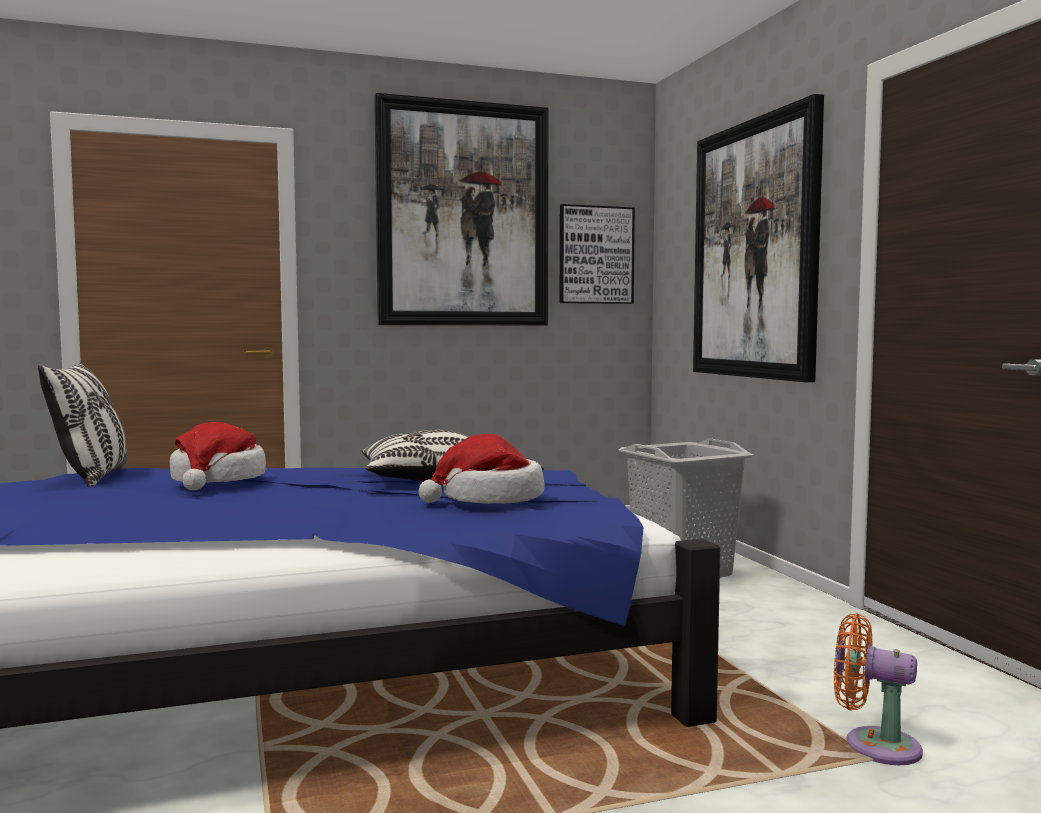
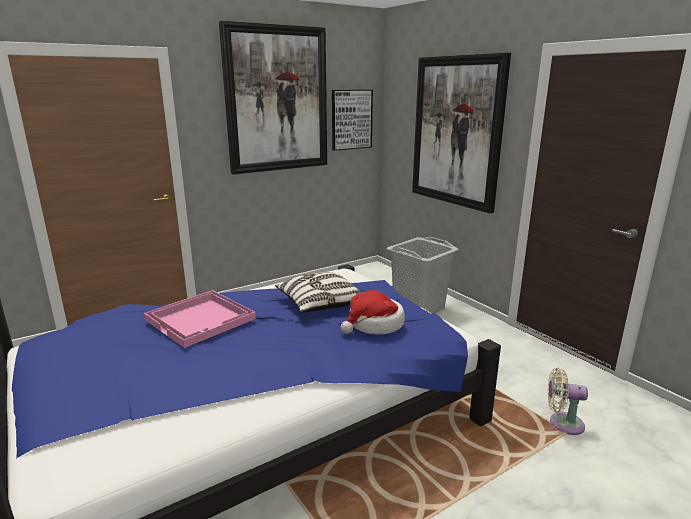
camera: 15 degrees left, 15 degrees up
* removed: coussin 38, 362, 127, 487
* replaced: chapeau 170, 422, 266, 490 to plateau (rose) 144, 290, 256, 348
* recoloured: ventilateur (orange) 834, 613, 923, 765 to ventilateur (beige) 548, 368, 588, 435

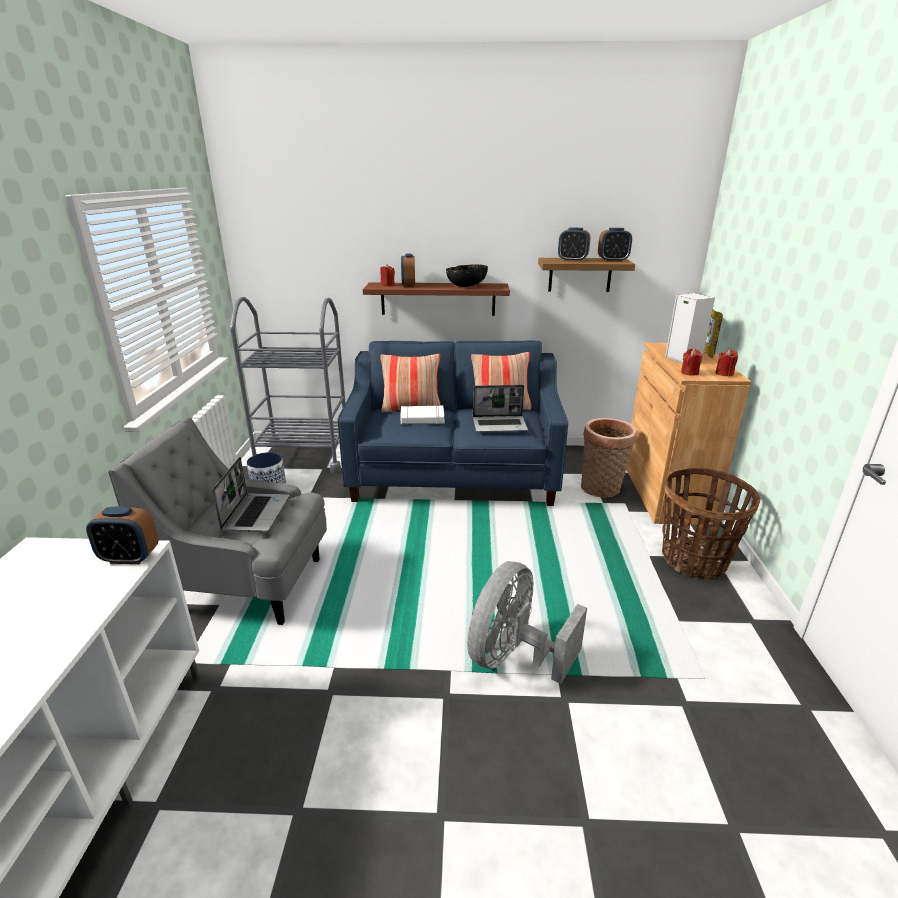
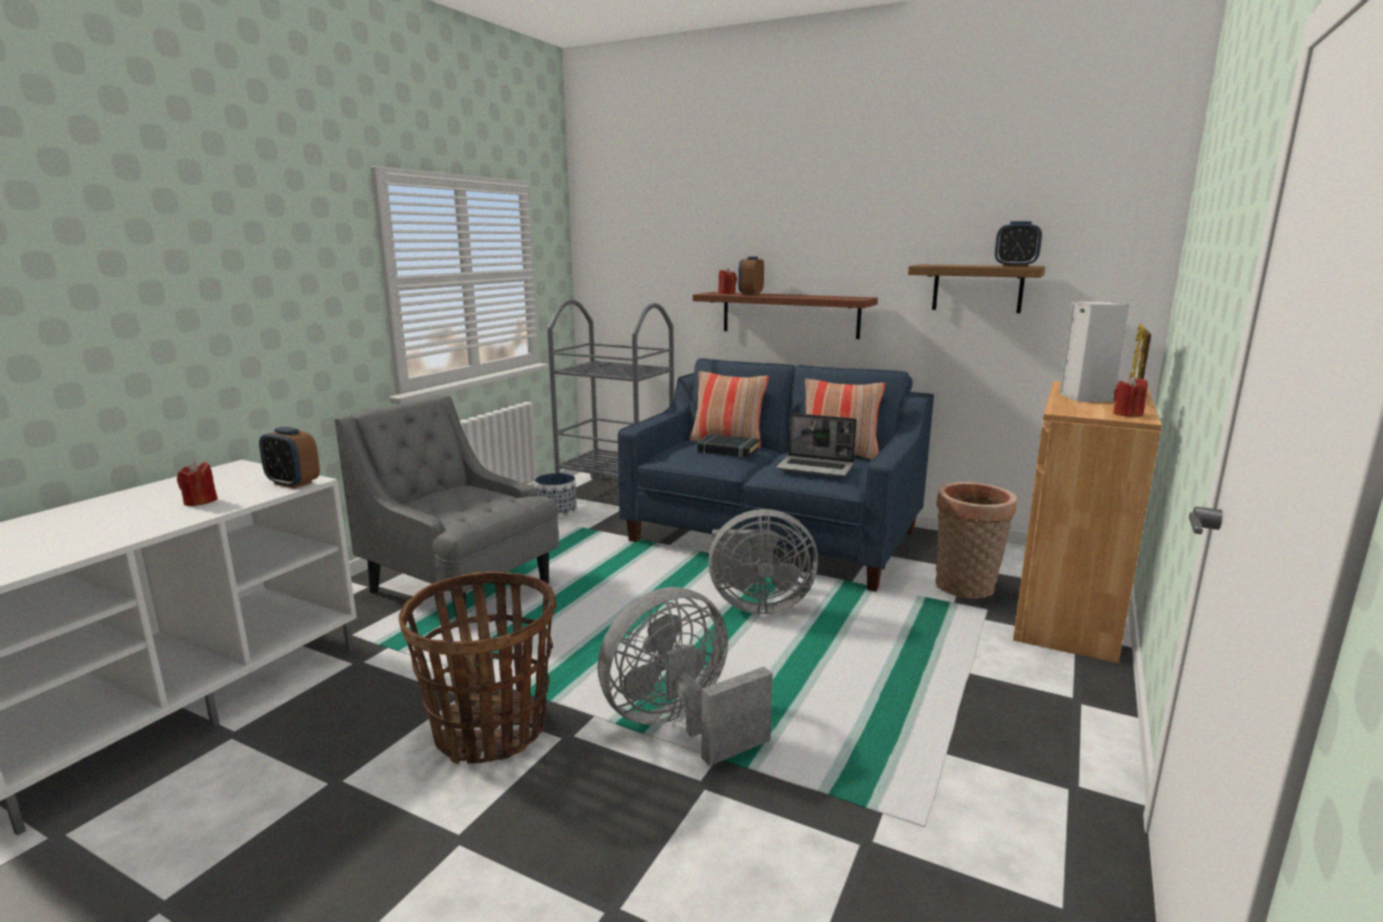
camera: 25 degrees right, 10 degrees down
* removed: ordinateur portable 212, 457, 289, 532
* recoloured: livre (blanc) 400, 406, 444, 425 to livre (noir) 697, 434, 760, 458
* removed: bol (noir) 446, 264, 488, 287
* removed: réveil 558, 227, 590, 262
* moved: panier 662, 468, 760, 580 to 399, 572, 557, 764
* moved: bougie (rouge) 681, 349, 702, 376 to 177, 462, 218, 506
* added: ventilateur (gris) 708, 509, 818, 614

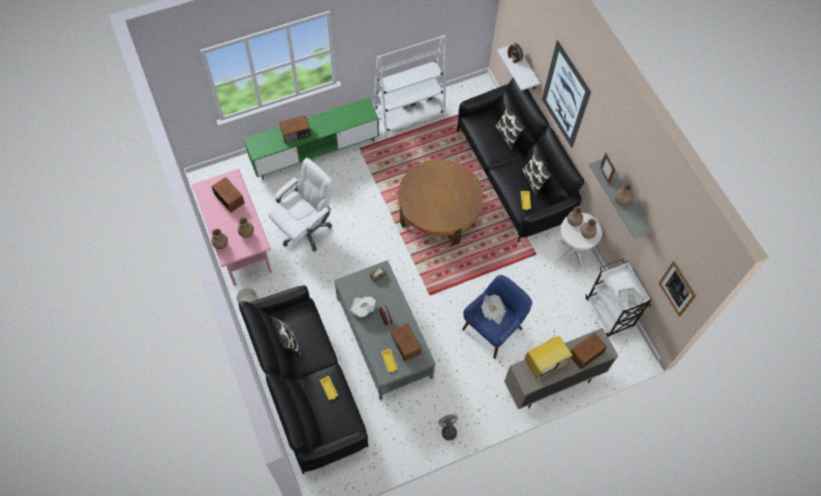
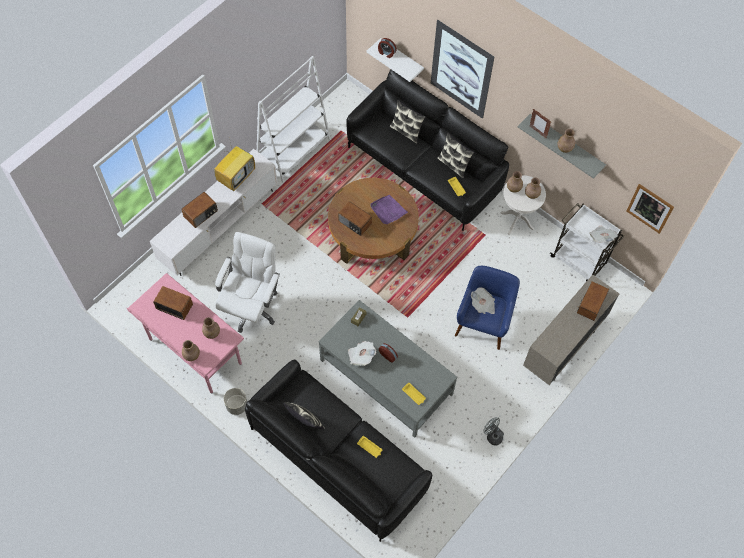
camera: 25 degrees left, 0 degrees up
* recoloured: meuble télé (vert) 244, 98, 379, 180 to meuble télé (blanc) 150, 149, 278, 276
* moved: radio 391, 323, 421, 362 to 338, 201, 372, 236
* moved: téléviseur 525, 330, 572, 380 to 214, 142, 255, 191
* added: plateau (violet) 370, 195, 408, 224

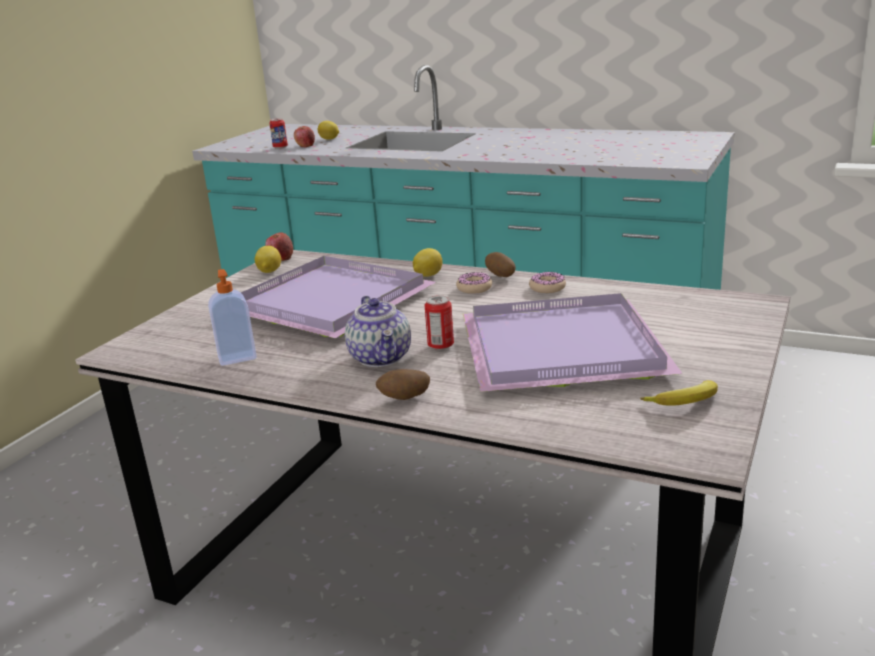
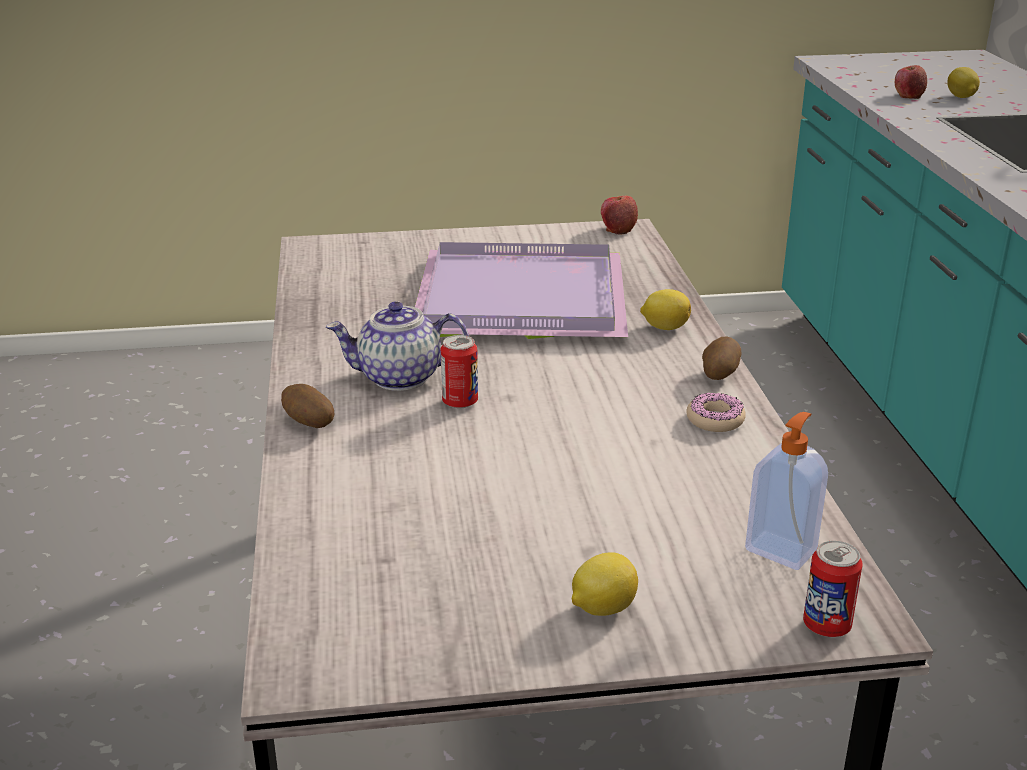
camera: 55 degrees right, 5 degrees up
* moved: distributeur de savon 208, 269, 257, 366 to 745, 412, 828, 570
* moved: citron 255, 246, 281, 273 to 572, 552, 638, 616
* moved: boîte métallique 269, 118, 288, 149 to 803, 541, 863, 637
* turned: théière 345, 296, 411, 367 = 326, 301, 469, 391 45 degrees clockwise
* removed: beignet 456, 272, 492, 294
* removed: plateau (violet) 463, 293, 683, 392
* removed: banane 640, 380, 718, 406

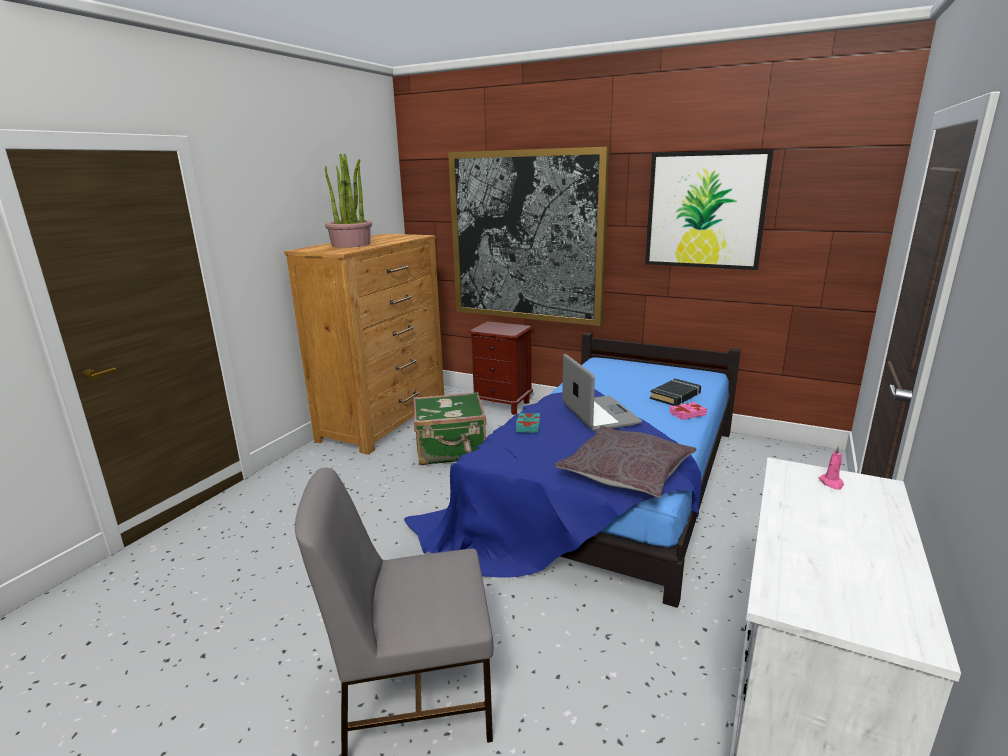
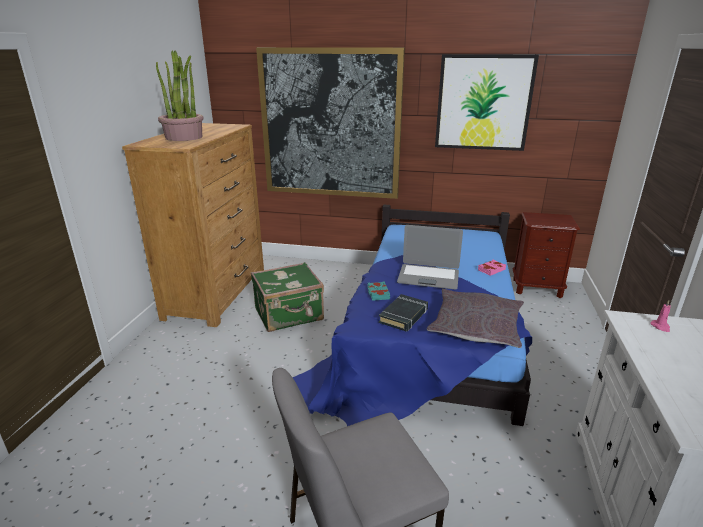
camera: 15 degrees left, 5 degrees up
* moved: table de chevet (marron) 469, 321, 533, 415 to 513, 212, 580, 298
* turned: ordinateur portable 562, 354, 642, 431 = 397, 225, 463, 290 135 degrees clockwise
* moved: livre (noir) 650, 379, 701, 406 to 379, 294, 428, 332

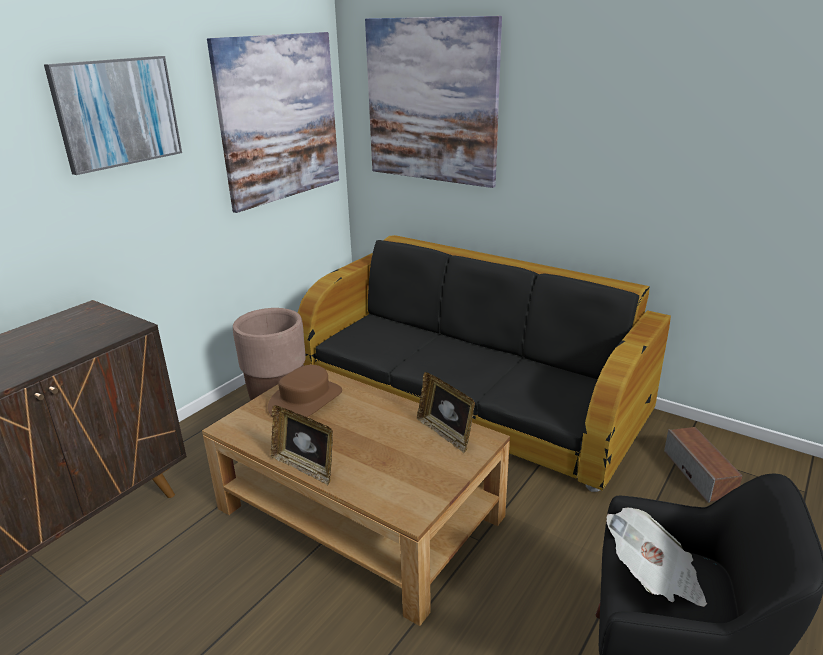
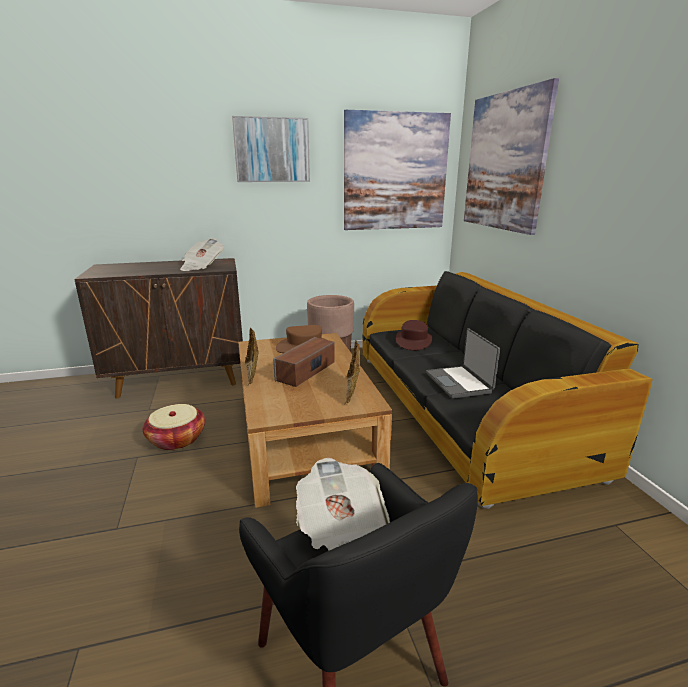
camera: 40 degrees right, 5 degrees down
* moved: enceinte 664, 427, 743, 503 to 273, 337, 335, 387
* added: panier 143, 404, 205, 450
* added: journal 180, 239, 224, 271
* added: chapeau (marron) 396, 320, 432, 350
* added: ordinateur portable 426, 328, 500, 399

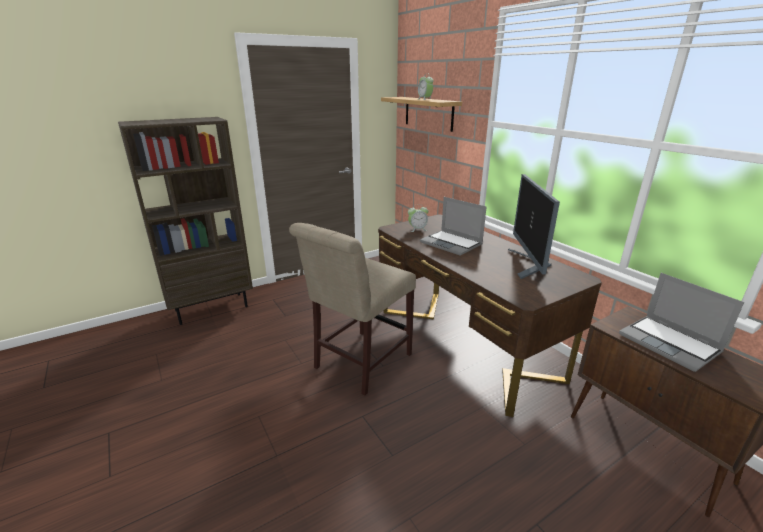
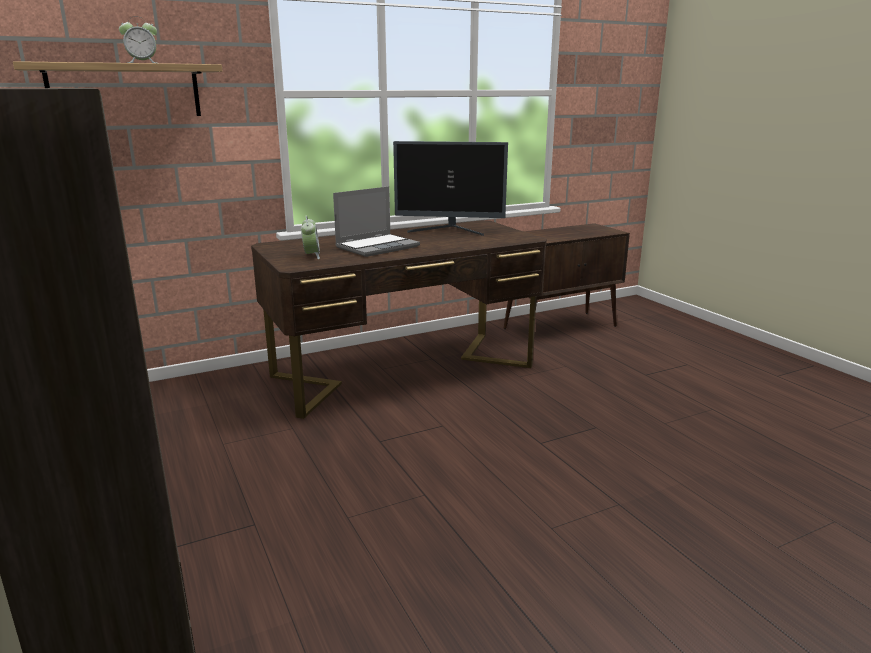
camera: 85 degrees left, 5 degrees down
* removed: chaise (beige) 289, 223, 416, 396
* removed: ordinateur portable 619, 273, 744, 372

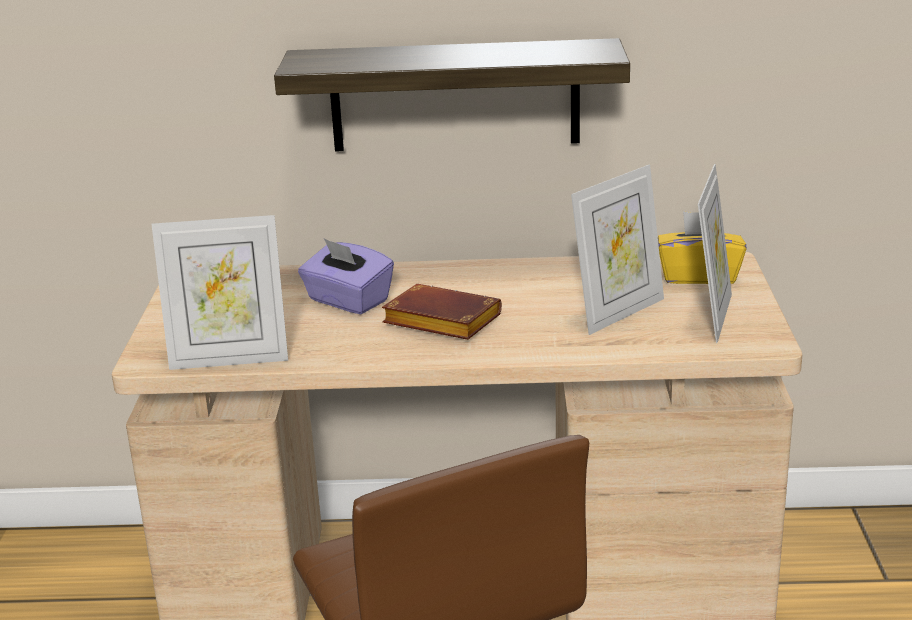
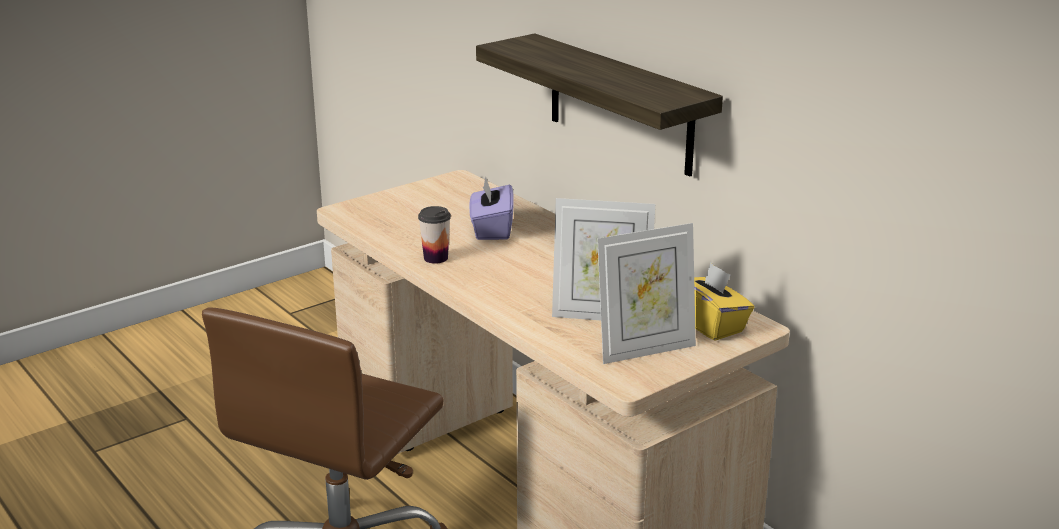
camera: 50 degrees right, 0 degrees up
* removed: cadre photo 151, 215, 288, 370
* removed: livre (marron) 382, 284, 502, 340
* added: tasse 418, 206, 451, 264

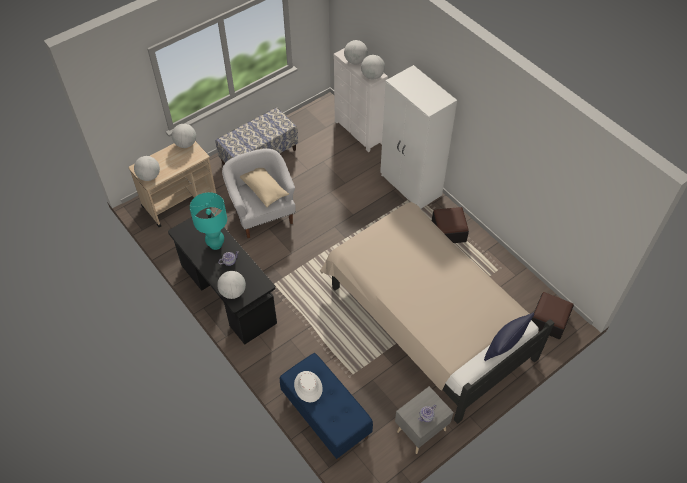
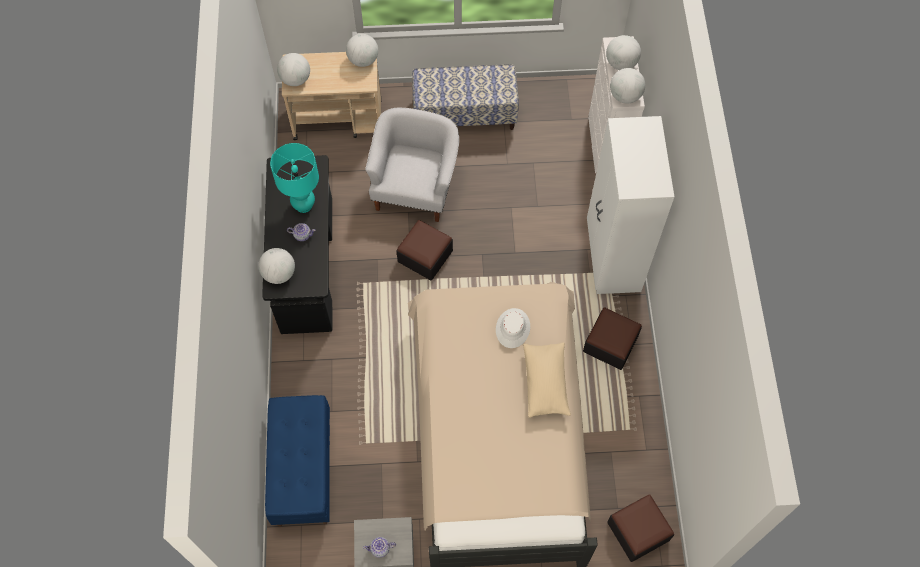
camera: 35 degrees right, 10 degrees up
* moved: coussin (beige) 240, 168, 289, 207 to 523, 342, 571, 418
* moved: chapeau (blanc) 294, 371, 323, 402 to 496, 308, 530, 348
* removed: coussin (bleu) 484, 313, 534, 361
* added: pouf 396, 220, 453, 280

